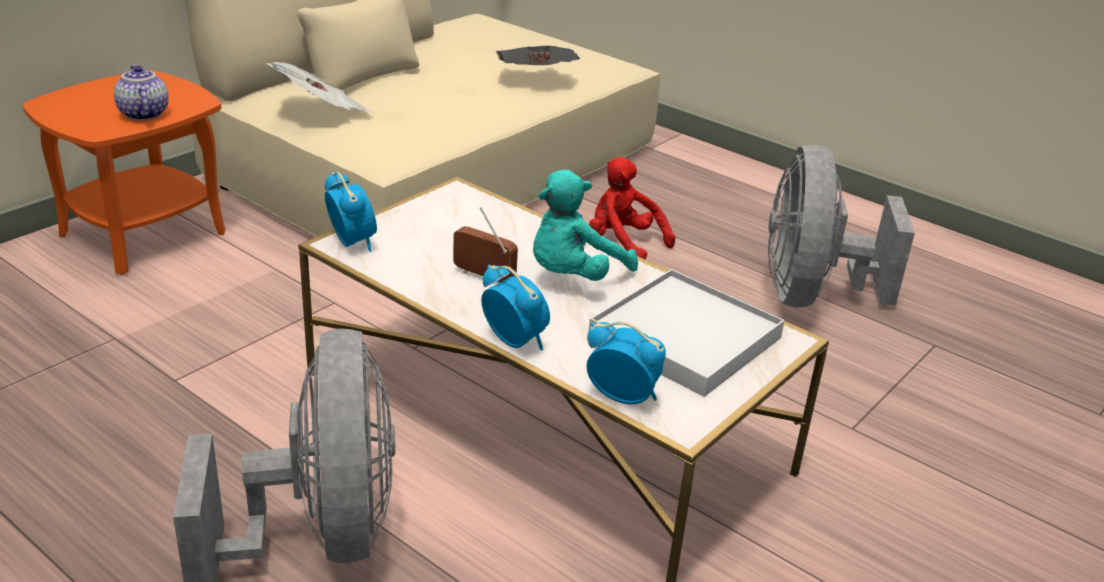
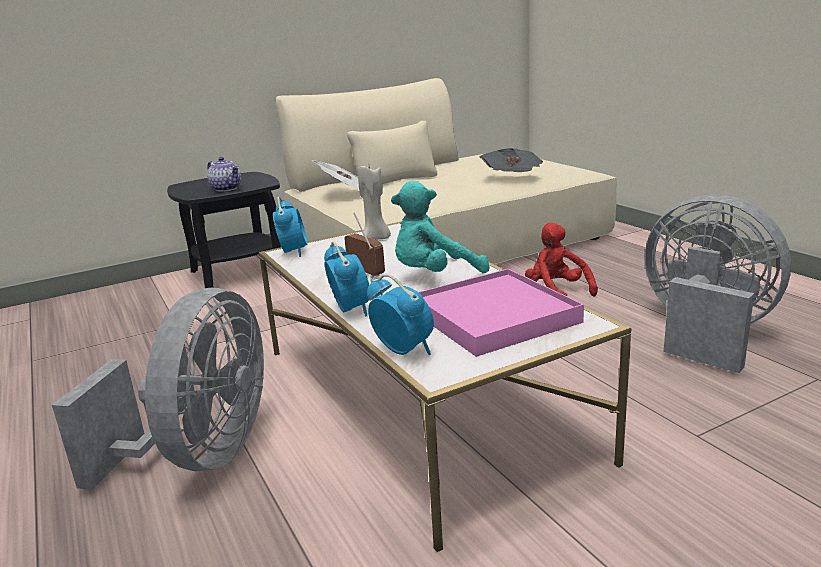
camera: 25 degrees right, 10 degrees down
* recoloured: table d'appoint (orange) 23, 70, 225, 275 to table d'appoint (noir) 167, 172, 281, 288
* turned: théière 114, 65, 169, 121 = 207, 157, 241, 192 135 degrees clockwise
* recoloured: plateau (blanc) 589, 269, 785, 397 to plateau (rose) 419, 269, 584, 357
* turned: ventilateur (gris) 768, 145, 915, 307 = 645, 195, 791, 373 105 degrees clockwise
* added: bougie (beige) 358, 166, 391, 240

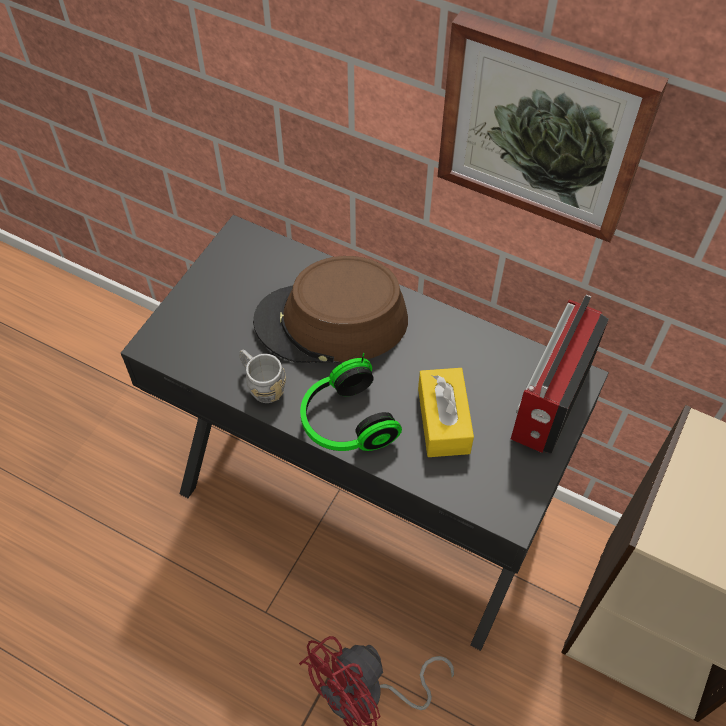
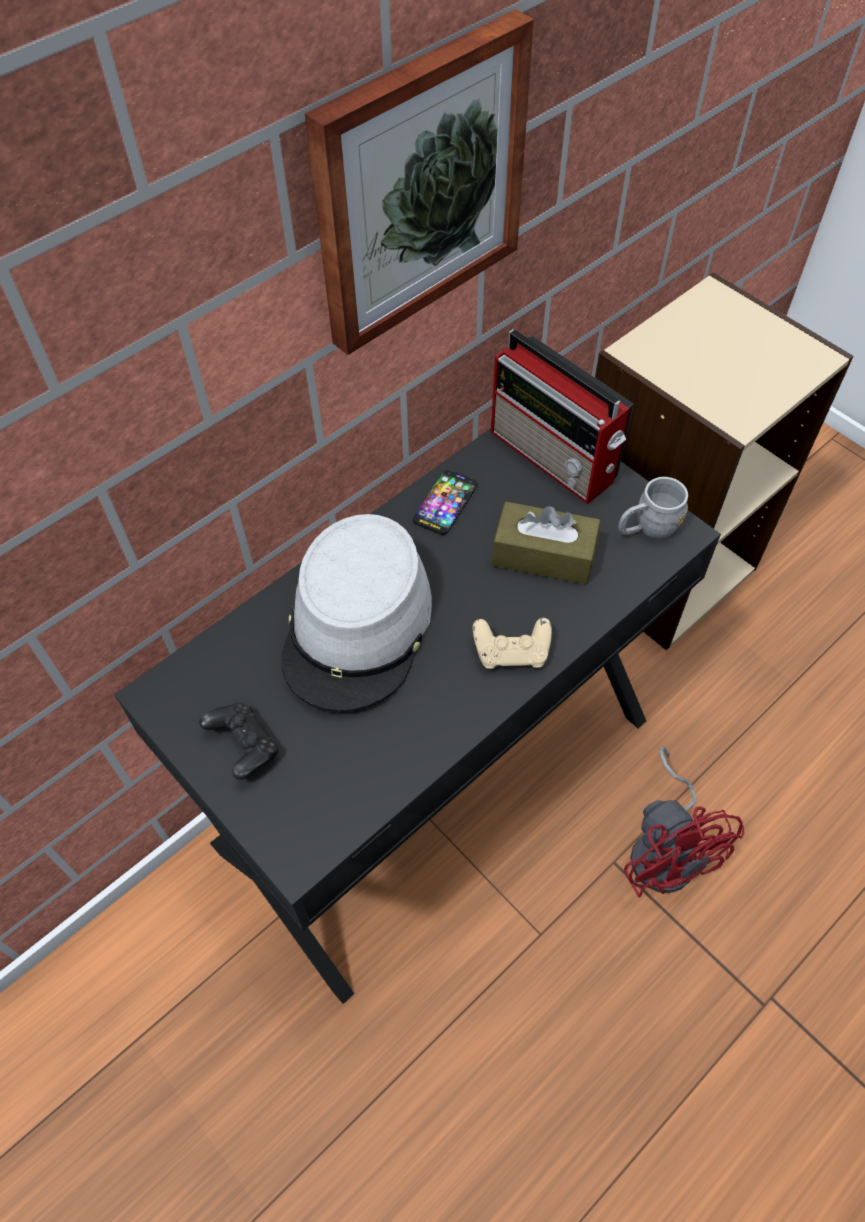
camera: 70 degrees left, 0 degrees up
* moved: mug (gris) 239, 349, 286, 403 to 618, 477, 688, 539
* recoloured: chapeau (marron) 253, 256, 408, 363 to chapeau (gris) 281, 514, 432, 712
* replaced: casque audio 300, 353, 402, 451 to manette (beige) 473, 618, 552, 669
* recoloured: boîte à mouchoirs (jaune) 418, 368, 474, 457 to boîte à mouchoirs (marron) 492, 502, 601, 585
* added: manette (noir) 199, 702, 279, 780
* added: téléphone 413, 470, 477, 535

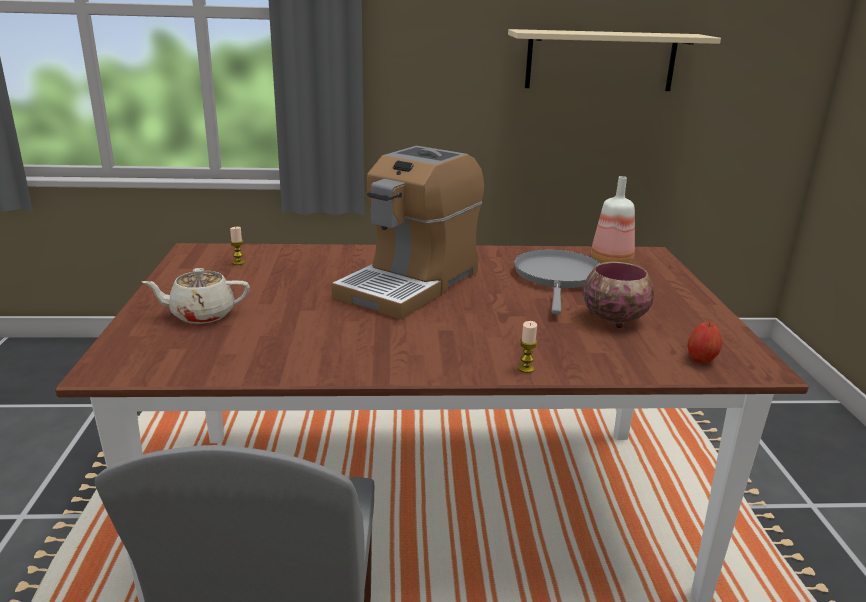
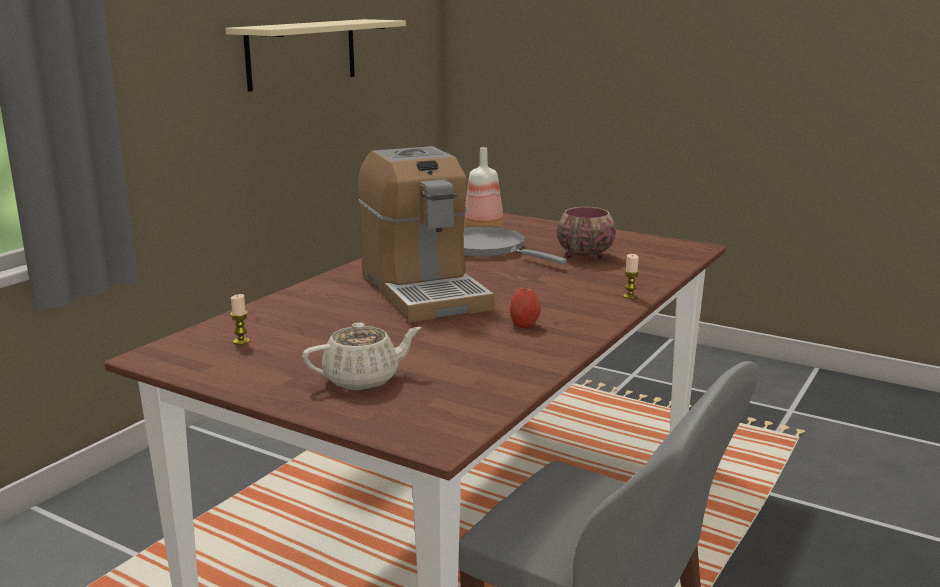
camera: 55 degrees left, 5 degrees down
* turned: théière (beige) 142, 268, 250, 324 = 302, 322, 422, 390 135 degrees counterclockwise
* moved: pomme 687, 322, 722, 363 to 510, 288, 541, 328

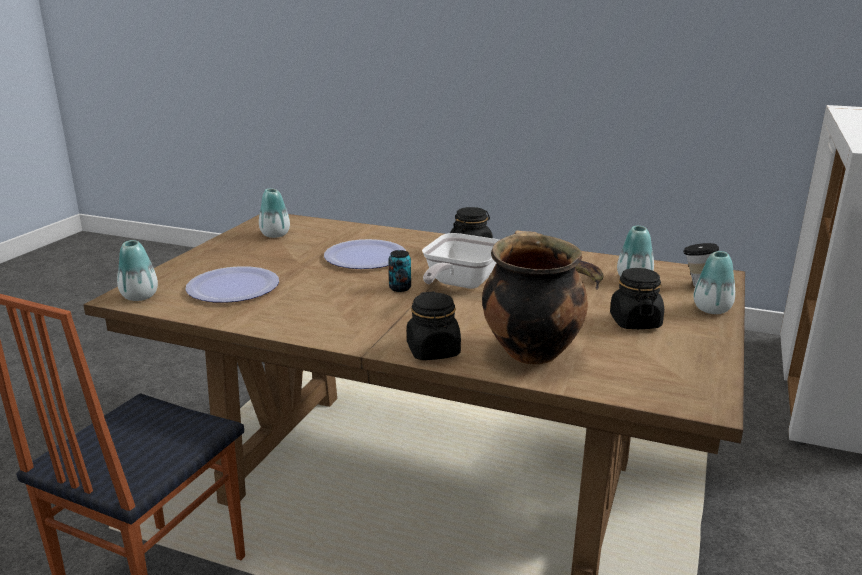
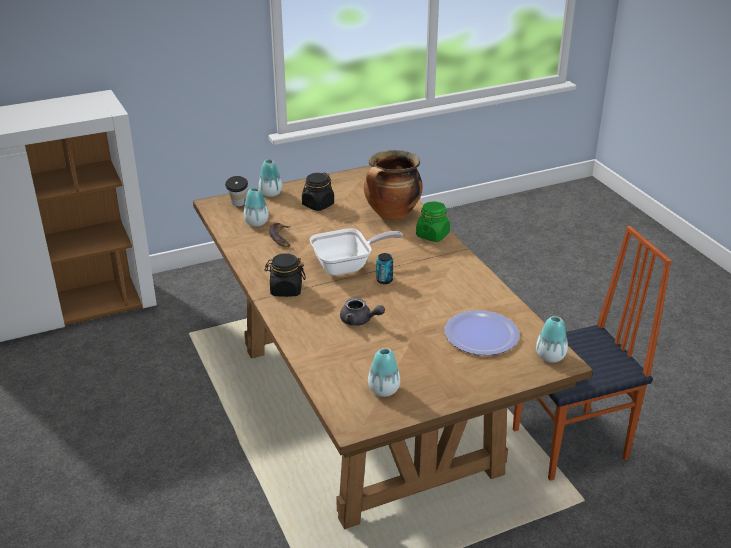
camera: 135 degrees left, 10 degrees up
* replaced: assiette 324, 239, 406, 269 to théière (gris) 340, 298, 385, 326
* recoloured: bocal (noir) 407, 291, 461, 360 to bocal (vert) 416, 202, 450, 242

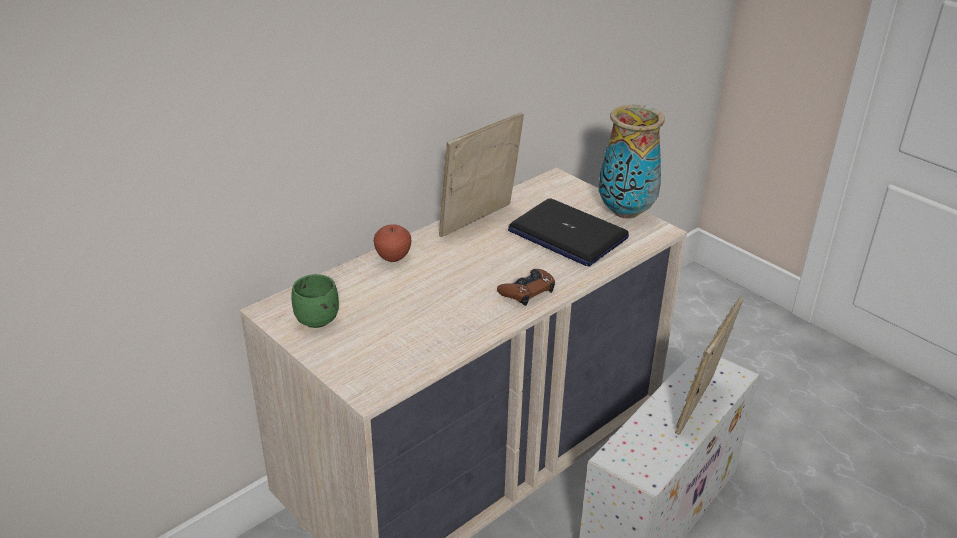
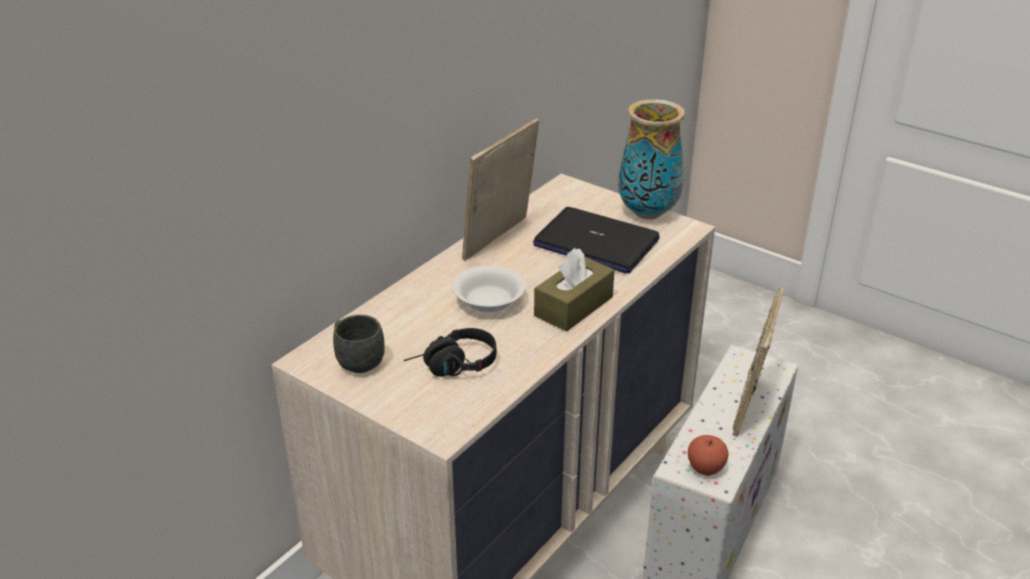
camera: 10 degrees left, 0 degrees up
* recoloured: mug (vert) 291, 274, 339, 328 to mug (gris) 333, 315, 385, 373
* moved: pomme 374, 224, 412, 262 to 688, 435, 728, 476
* replaced: manette (marron) 497, 269, 555, 306 to boîte à mouchoirs (marron) 534, 248, 614, 332
* added: casque audio (noir) 404, 328, 497, 377
* added: bol (blanc) 452, 265, 526, 312

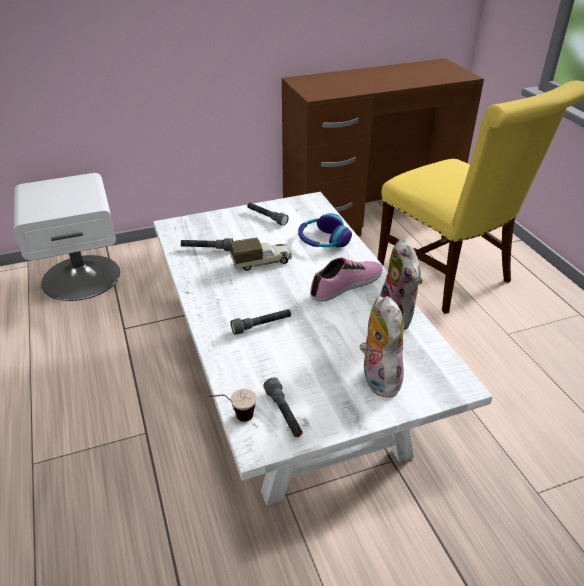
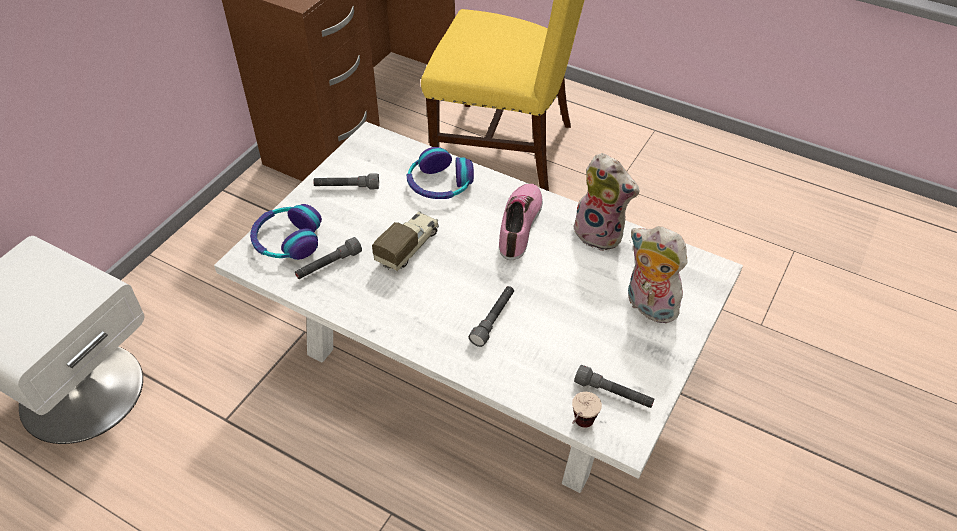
camera: 40 degrees left, 10 degrees up
* added: casque audio 250, 204, 322, 260

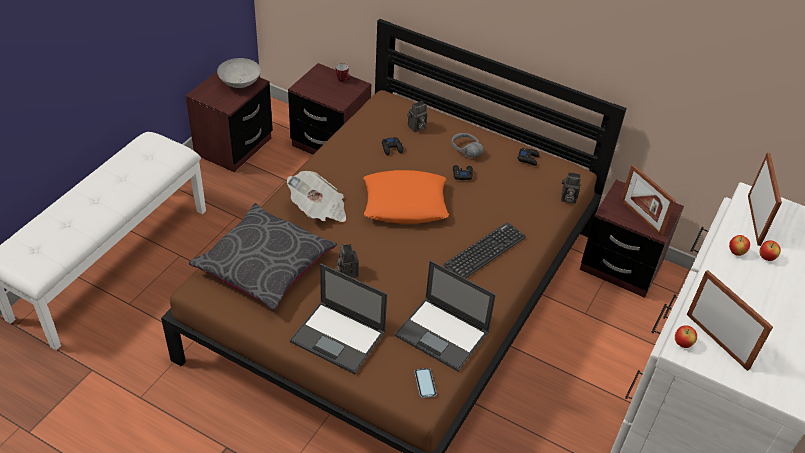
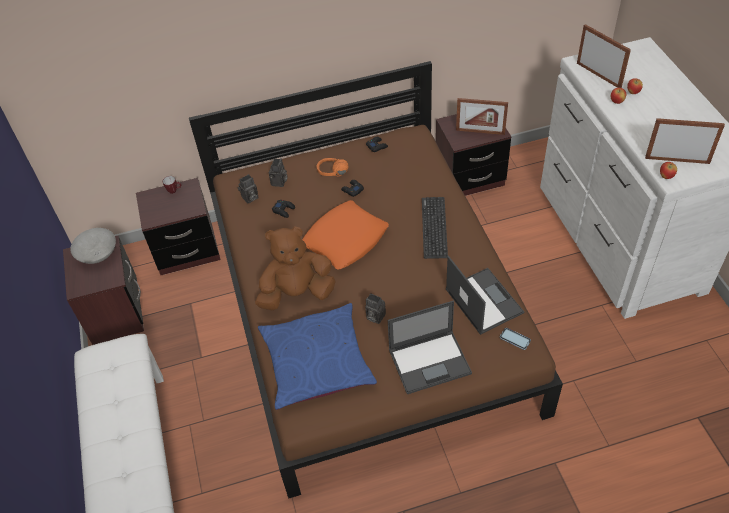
camera: 40 degrees left, 5 degrees up
* recoloured: coussin (gris) 189, 203, 337, 310 to coussin (bleu) 258, 303, 377, 410
* replaced: journal 287, 171, 346, 222 to peluche (marron) 255, 226, 336, 310
* turned: ordinateur portable 395, 260, 496, 372 = 446, 256, 524, 335 105 degrees counterclockwise
* recoloured: casque audio (gris) 451, 133, 484, 158 to casque audio (orange) 316, 158, 348, 177
* moved: appareil photo 561, 172, 581, 204 to 237, 174, 258, 203

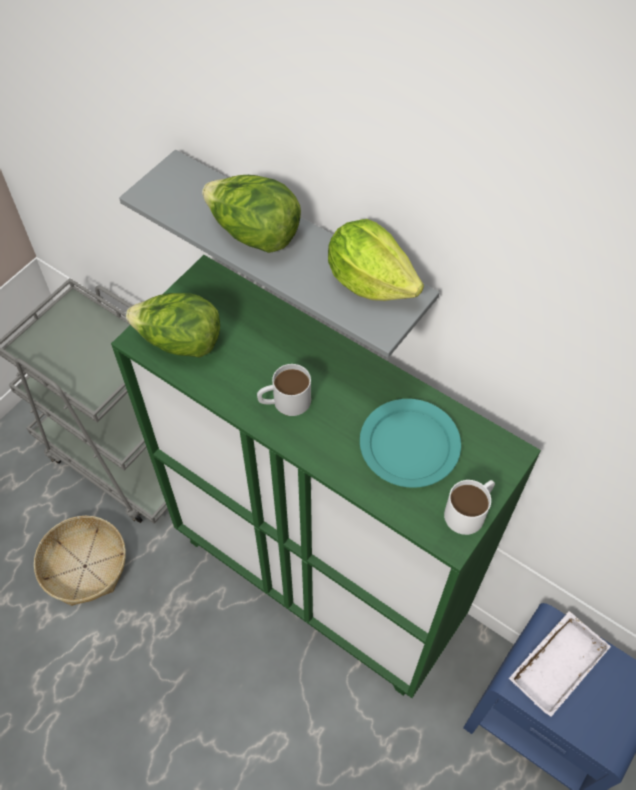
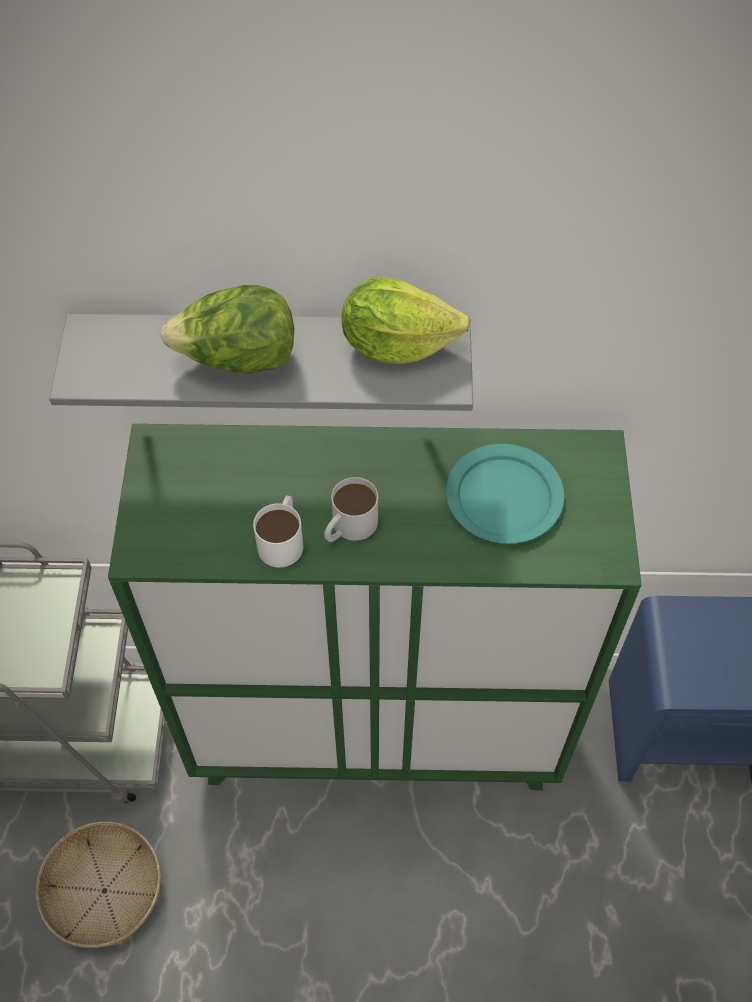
camera: 35 degrees left, 0 degrees up
* removed: laitue 126, 293, 220, 358
* moved: mug (blanc) 444, 480, 495, 535 to 253, 496, 303, 567
* removed: plateau (blanc) 509, 611, 611, 717

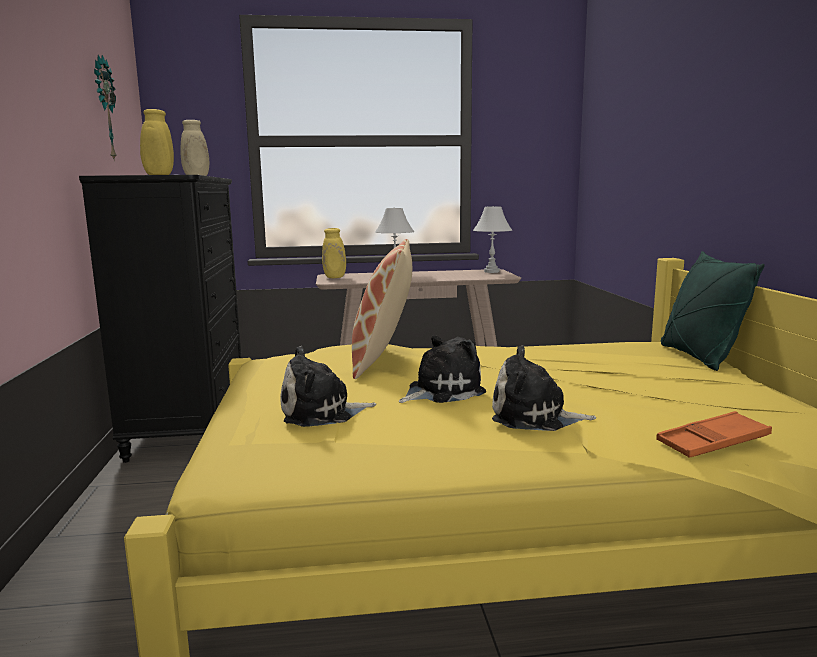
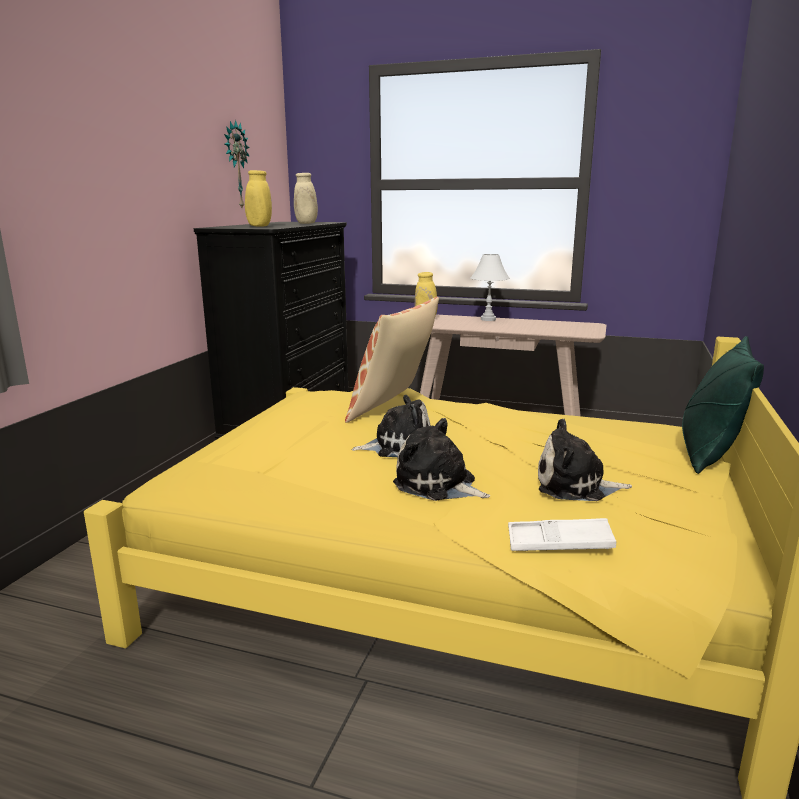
camera: 25 degrees right, 5 degrees up
* moved: peluche 281, 346, 376, 427 to 538, 419, 632, 501
* removed: lampe de table (blanc) 473, 206, 512, 273
* recoloured: plateau (orange) 656, 411, 772, 458 to plateau (blanc) 508, 518, 616, 551

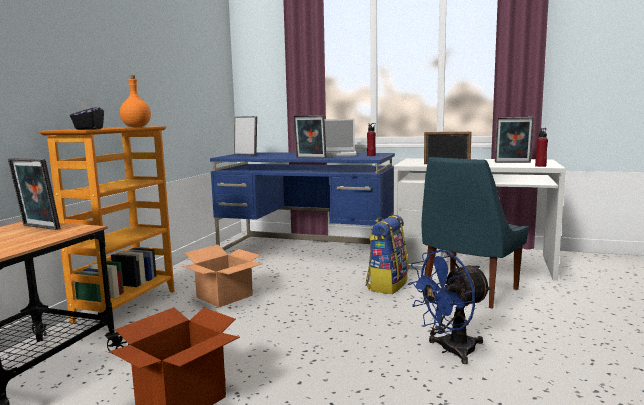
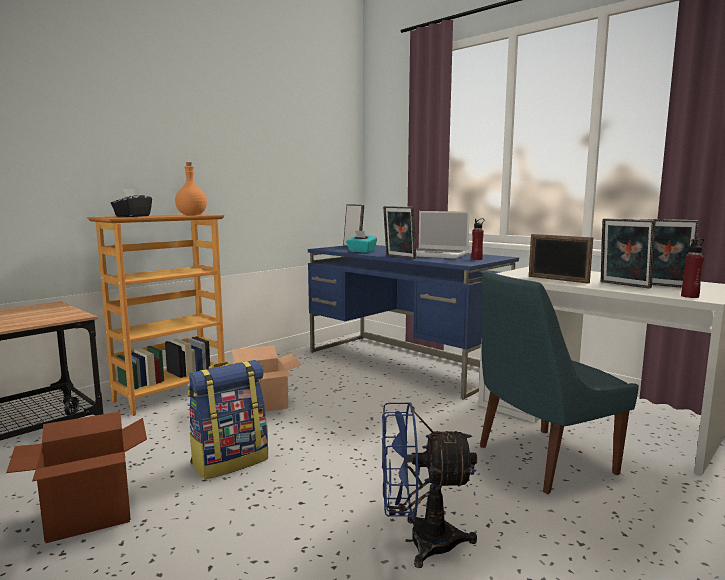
camera: 25 degrees right, 0 degrees up
* moved: cadre photo 8, 158, 61, 230 to 600, 218, 655, 288
* moved: sac à dos 366, 215, 408, 294 to 188, 360, 268, 479
* added: boîte à mouchoirs (turquoise) 346, 230, 377, 253

